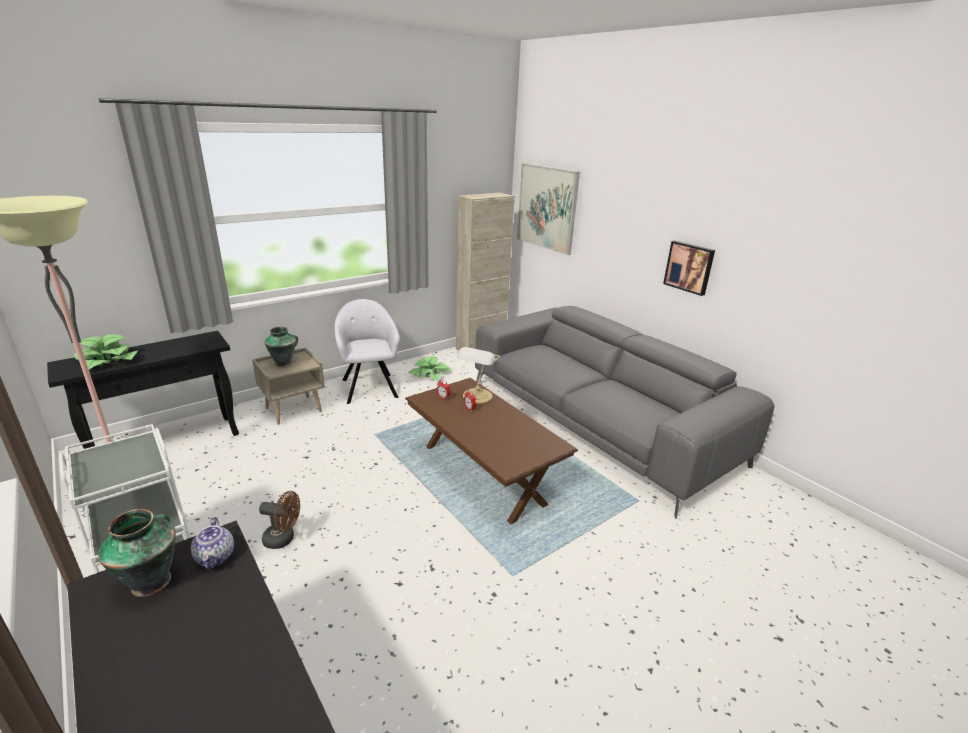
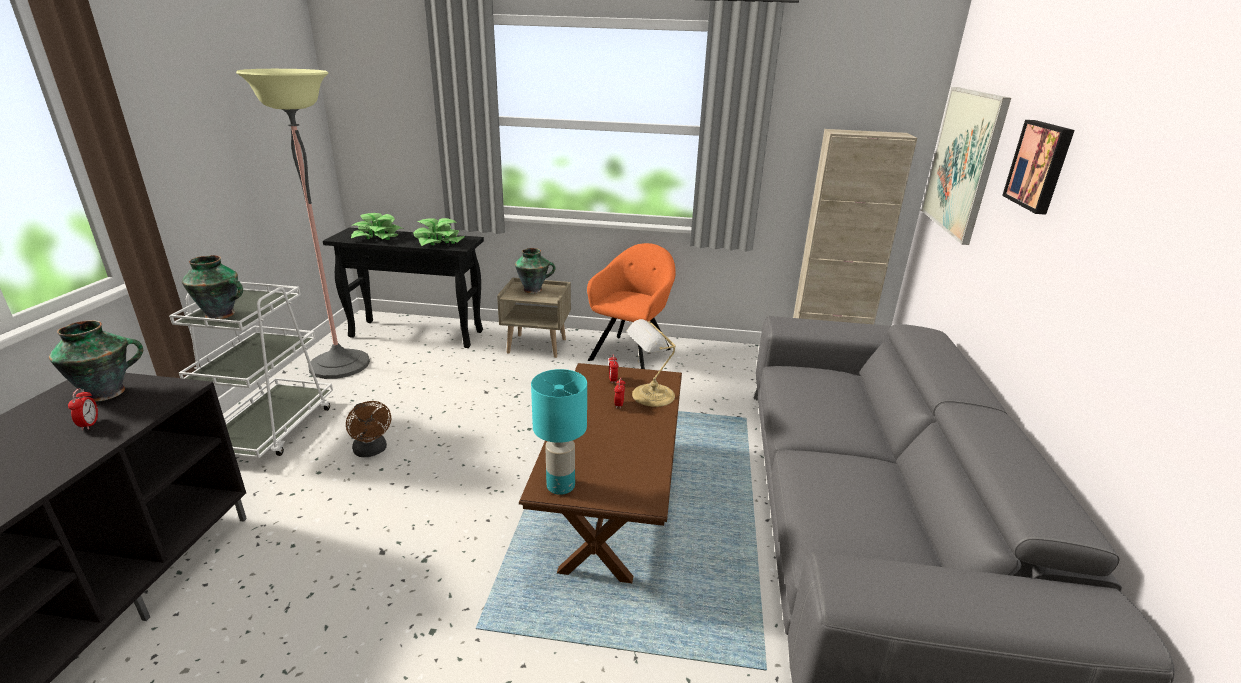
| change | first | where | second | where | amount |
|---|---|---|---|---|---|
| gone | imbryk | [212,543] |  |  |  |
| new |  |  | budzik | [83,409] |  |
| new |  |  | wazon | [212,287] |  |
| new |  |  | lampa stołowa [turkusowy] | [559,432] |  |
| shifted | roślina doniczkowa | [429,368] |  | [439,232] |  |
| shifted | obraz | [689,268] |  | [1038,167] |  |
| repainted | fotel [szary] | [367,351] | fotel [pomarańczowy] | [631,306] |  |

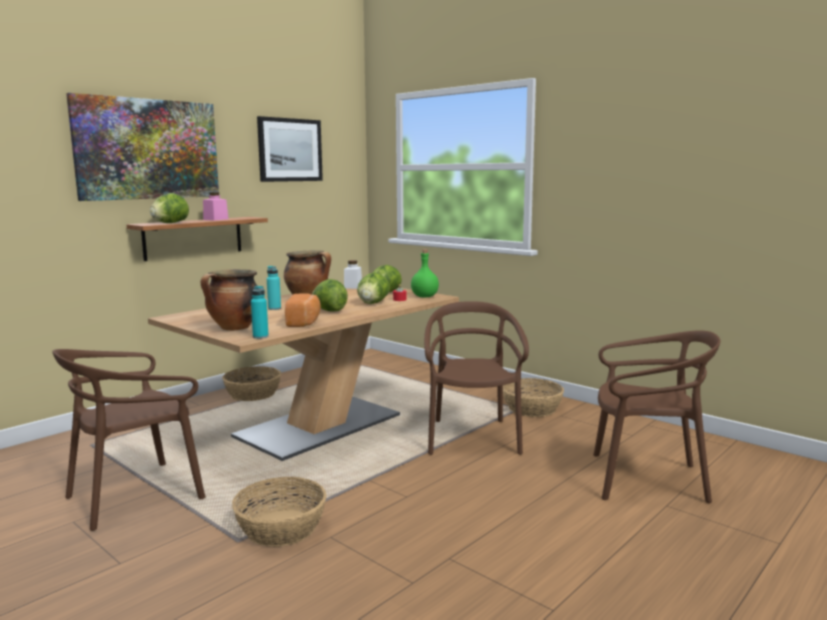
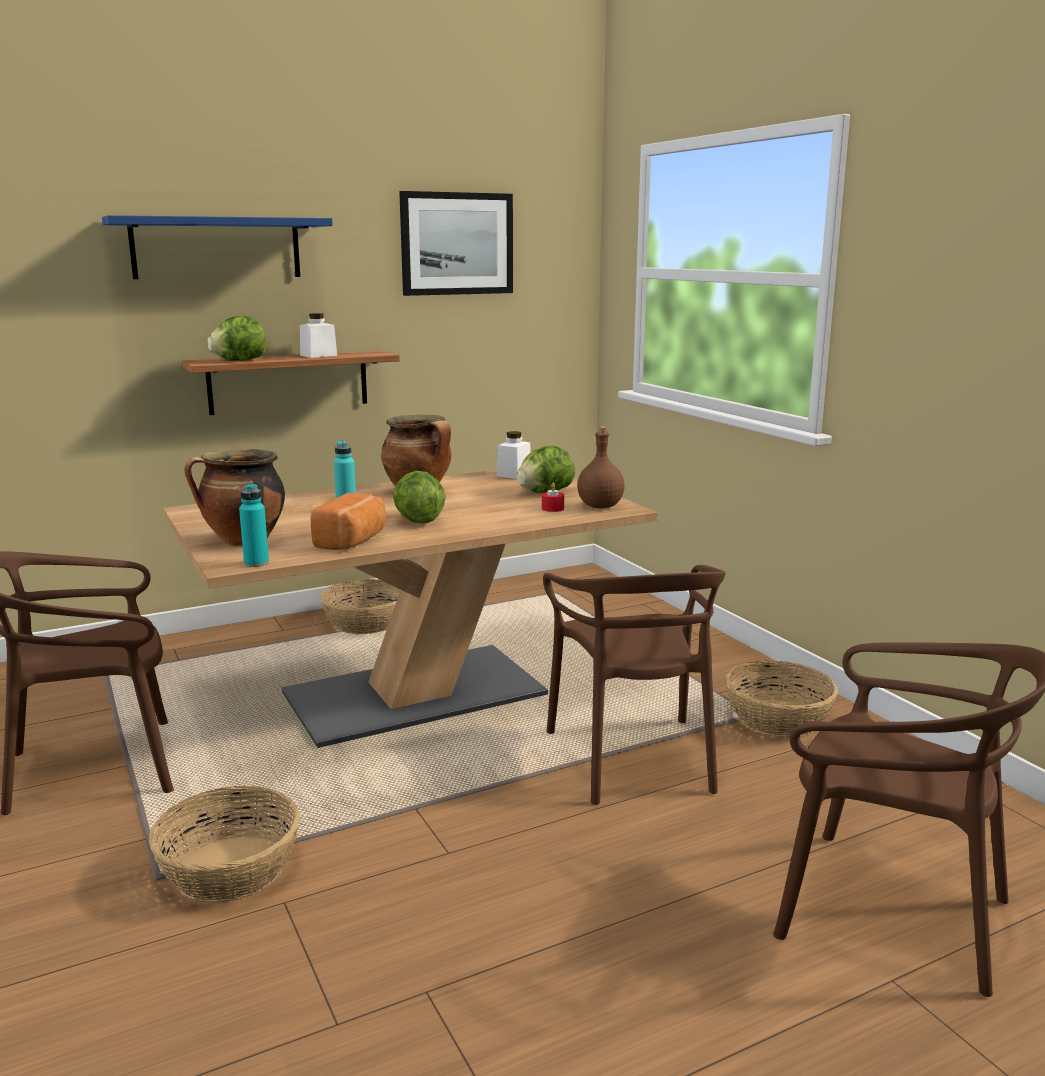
| change | first | where | second | where | amount |
|---|---|---|---|---|---|
| gone | sałata | [373,288] |  |  |  |
| swapped | obraz | [142,147] | półka [niebieski] | [217,247] |  |
| repainted | słoik [różowy] | [216,206] | słoik [biały] | [318,335] |  |
| repainted | butelka [zielony] | [425,273] | butelka [brązowy] | [601,467] |  |
| rotated | krzesło [brązowy] | [476,378] |  | [634,685] | 150 degrees clockwise |

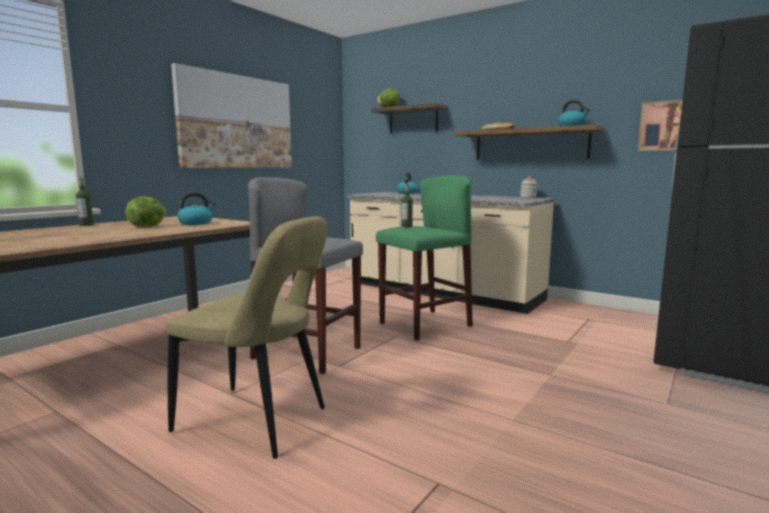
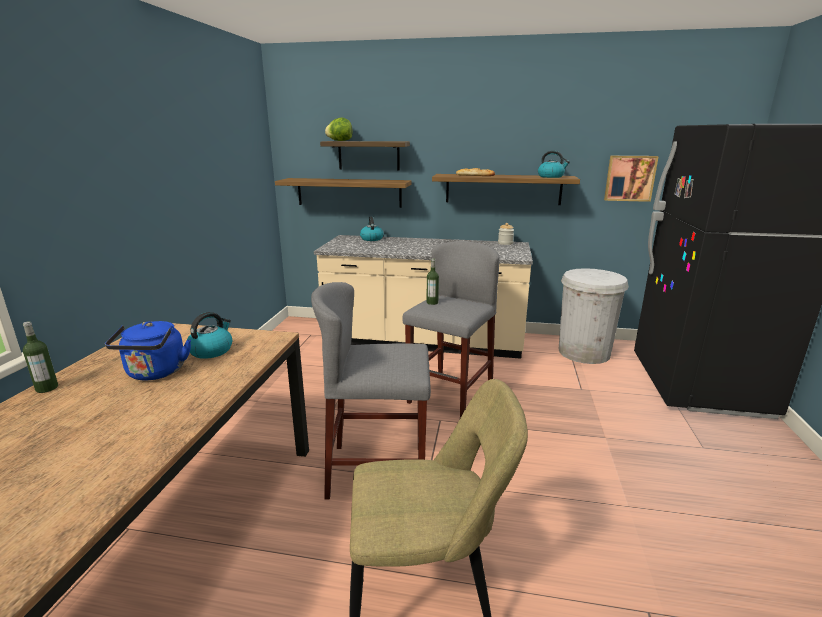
| change | first | where | second | where | amount |
|---|---|---|---|---|---|
| gone | obraz | [231,115] |  |  |  |
| new |  |  | półka | [343,193] |  |
| new |  |  | kosz na śmieci [biały] | [594,316] |  |
| swapped | sałata | [145,211] | czajnik [niebieski] | [148,351] |  |
| repainted | stołek [zielony] | [424,257] | stołek [szary] | [451,329] |  |

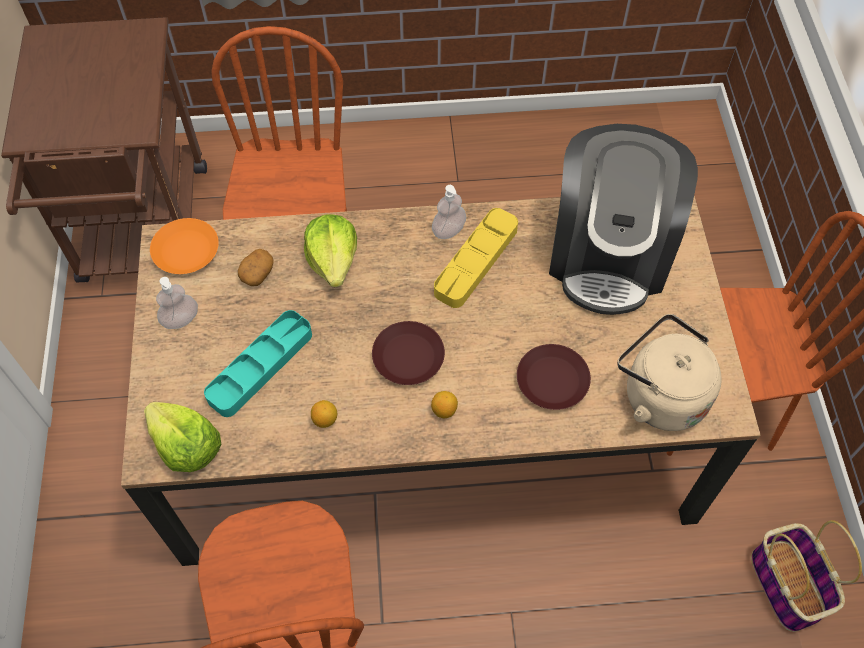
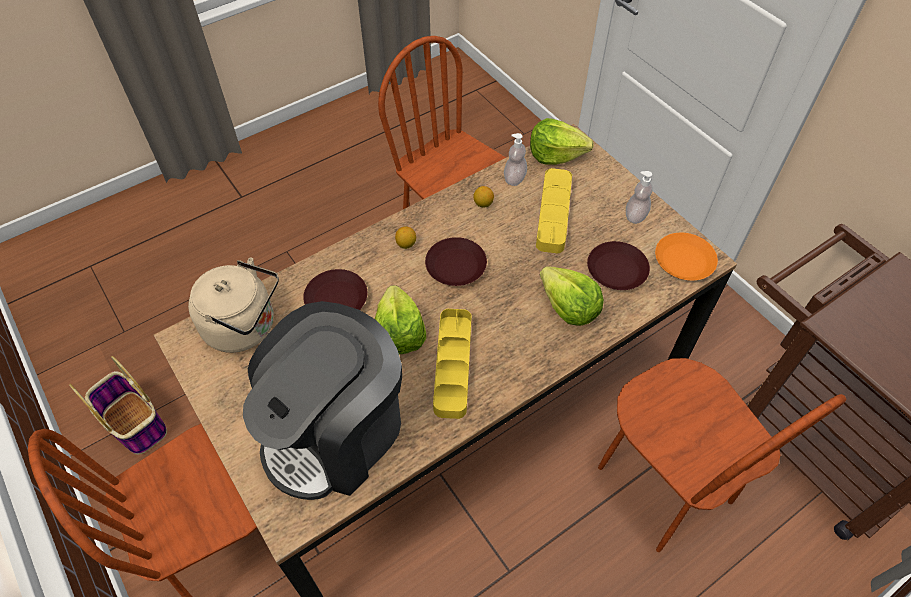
| change | first | where | second | where | amount |
|---|---|---|---|---|---|
| new |  |  | sałata | [400,319] |  |
| shifted | dozownik mydła | [449,212] |  | [515,159] |  |
| swapped | ziemniak | [256,267] | talerz [brązowy] | [618,265] |  |
| repainted | taca [turkusowy] | [258,363] | taca [żółty] | [554,210] |  |
| rotated | ekspres do kawy | [623,219] |  | [322,400] | 120 degrees counterclockwise |

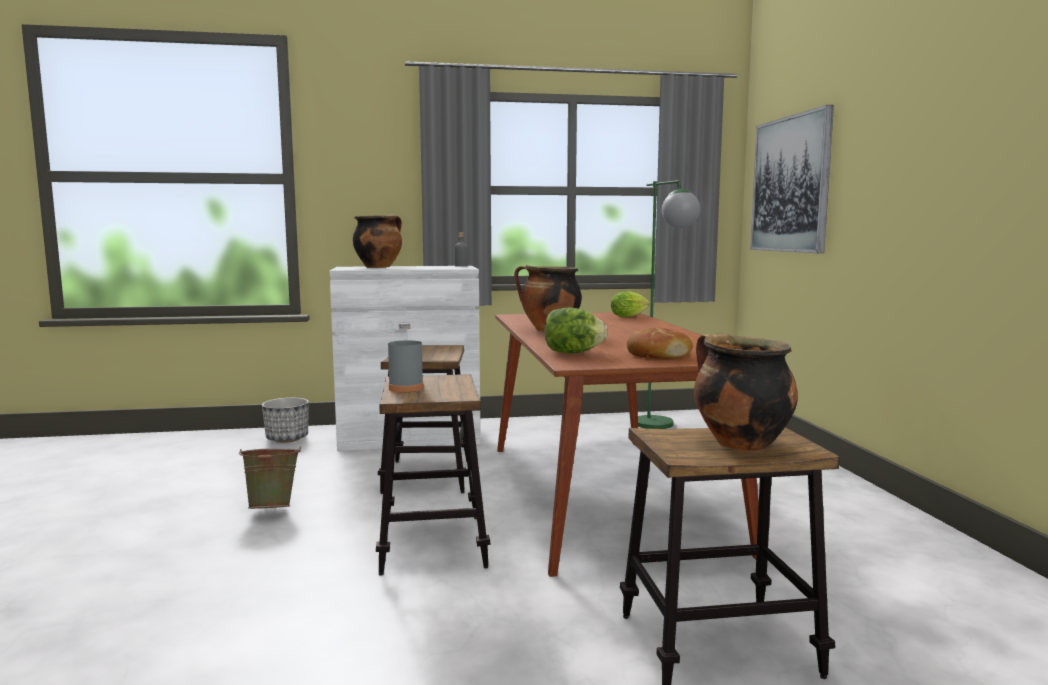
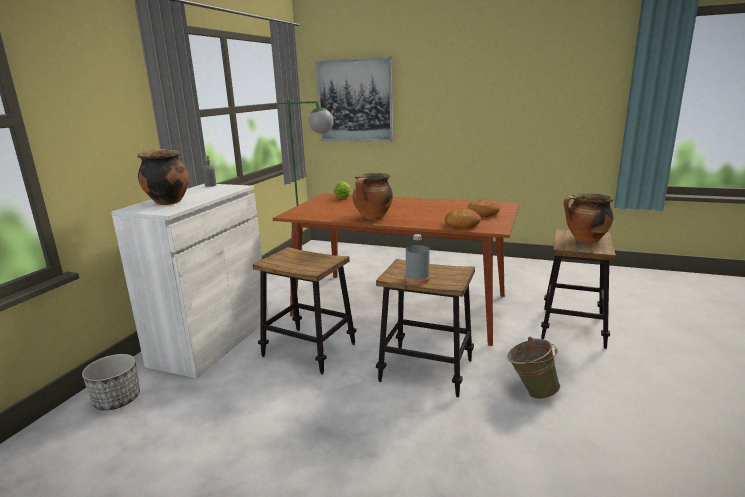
| change | first | where | second | where | amount |
|---|---|---|---|---|---|
| shifted | wiadro [zielony] | [269,477] |  | [533,368] |  |
| swapped | sałata | [576,330] | chleb | [463,219] |  |

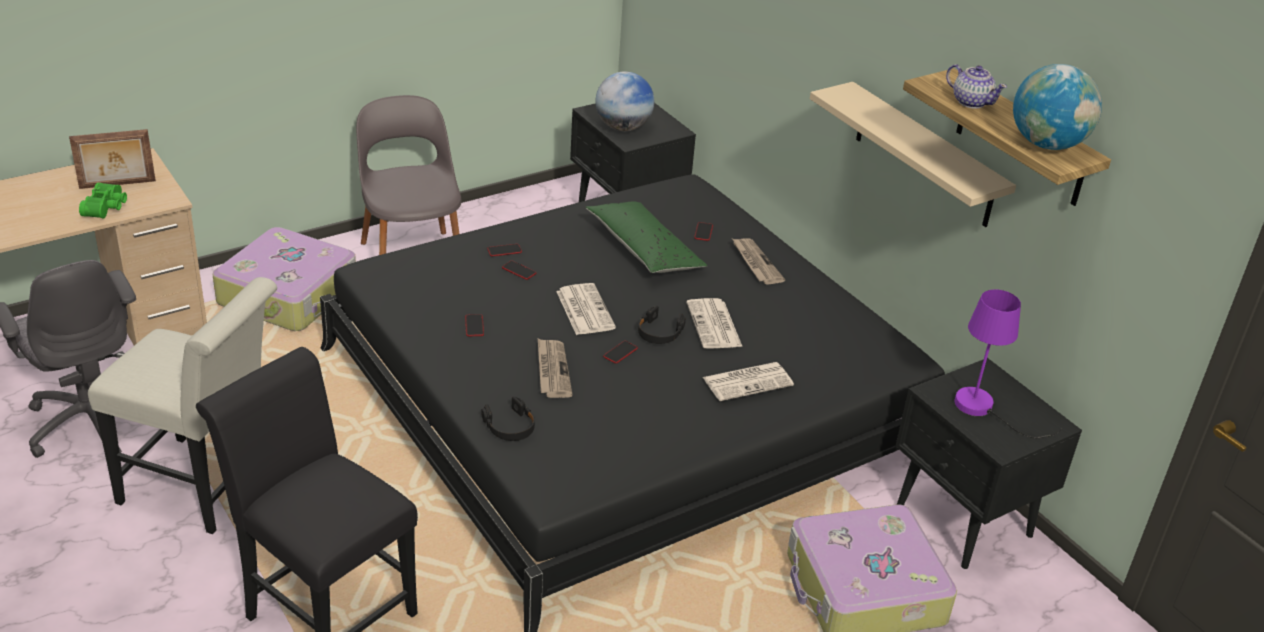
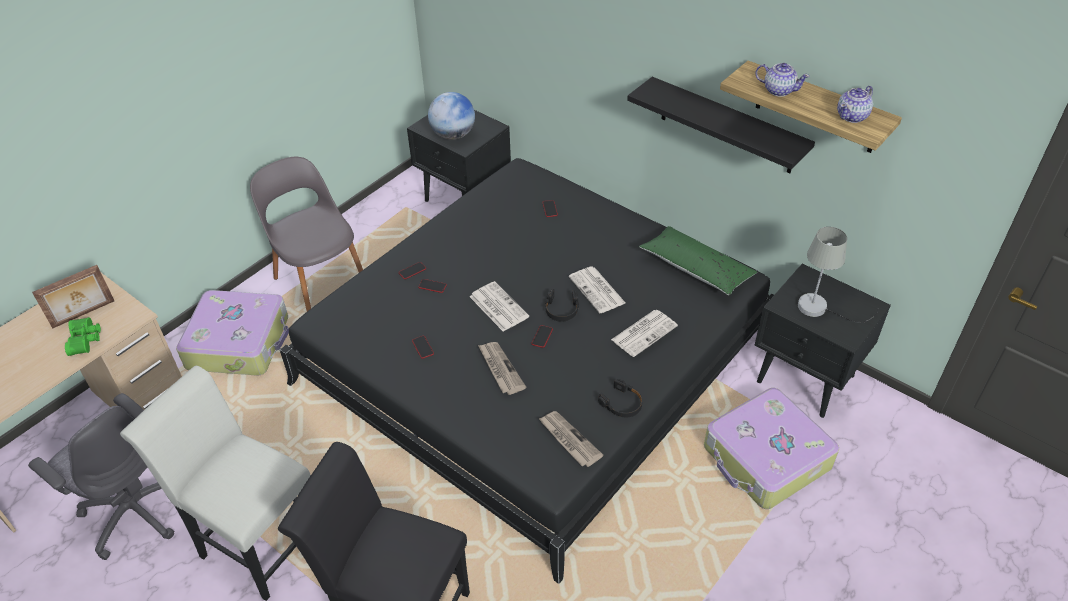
| change | first | where | second | where | amount |
|---|---|---|---|---|---|
| shifted | słuchawki [czarny] | [508,418] |  | [620,398] |  |
| shifted | poduszka [zielony] | [646,237] |  | [698,260] |  |
| shifted | gazeta | [758,261] |  | [570,439] |  |
| swapped | globus | [1057,107] | imbryk | [855,104] |  |
| repainted | półka [beżowy] | [913,154] | półka [czarny] | [721,125] |  |
| repainted | lampa stołowa [fioletowy] | [1008,363] | lampa stołowa [szary] | [838,275] |  |
| rotated | krzesło [biały] | [182,405] |  | [215,483] | 150 degrees counterclockwise |

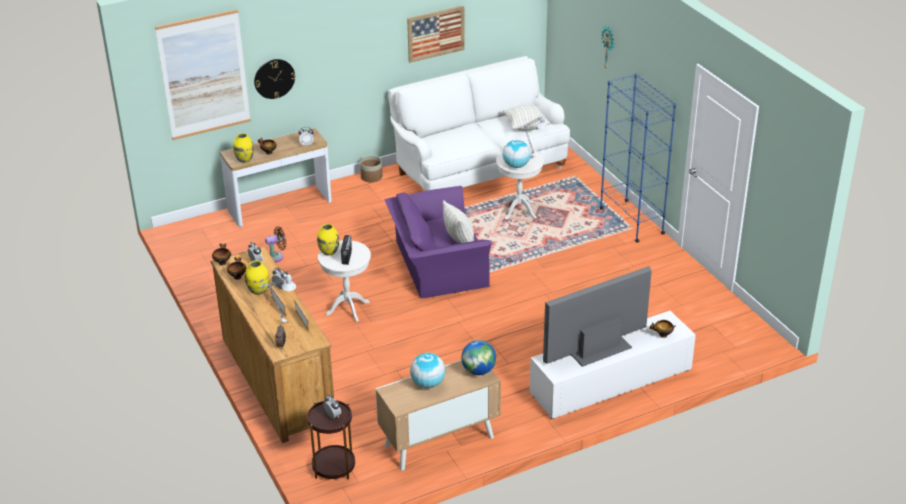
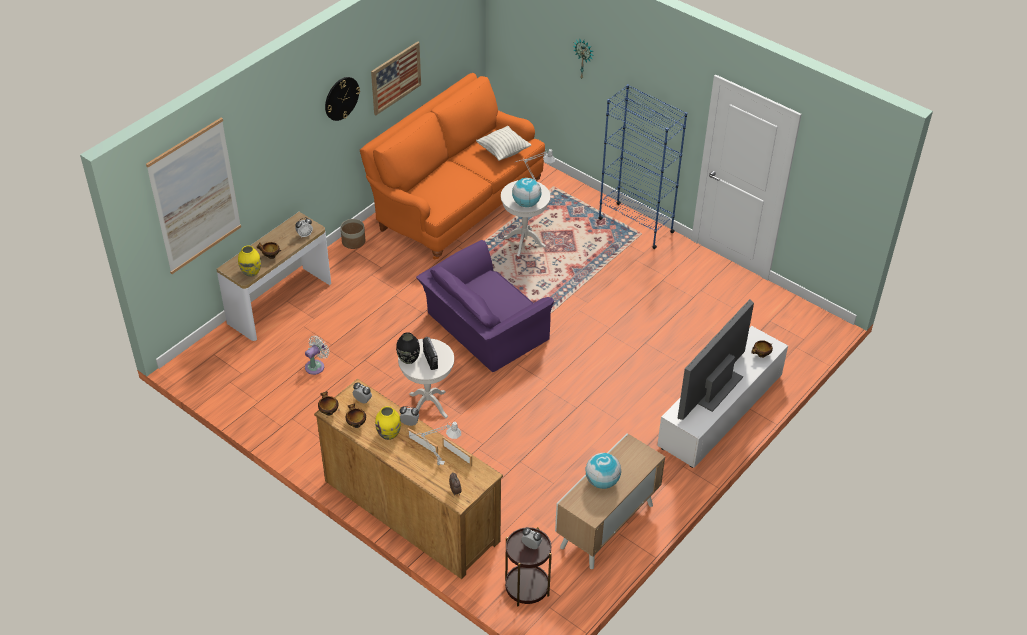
| change | first | where | second | where | amount |
|---|---|---|---|---|---|
| gone | poduszka | [458,221] |  |  |  |
| gone | globus | [478,357] |  |  |  |
| shifted | zegar ścienny | [274,79] |  | [342,99] |  |
| repainted | wentylator [brązowy] | [276,244] | wentylator [biały] | [317,355] |  |
| repainted | wazon [żółty] | [328,240] | wazon [czarny] | [408,348] |  |
| repainted | kanapa [biały] | [479,123] | kanapa [pomarańczowy] | [452,166] |  |

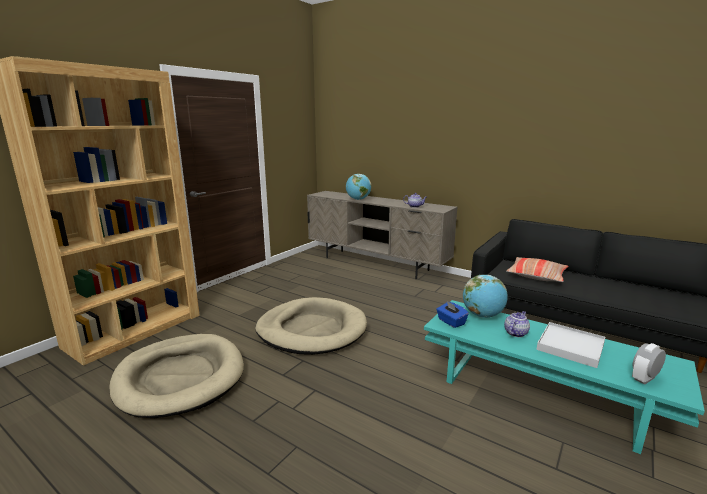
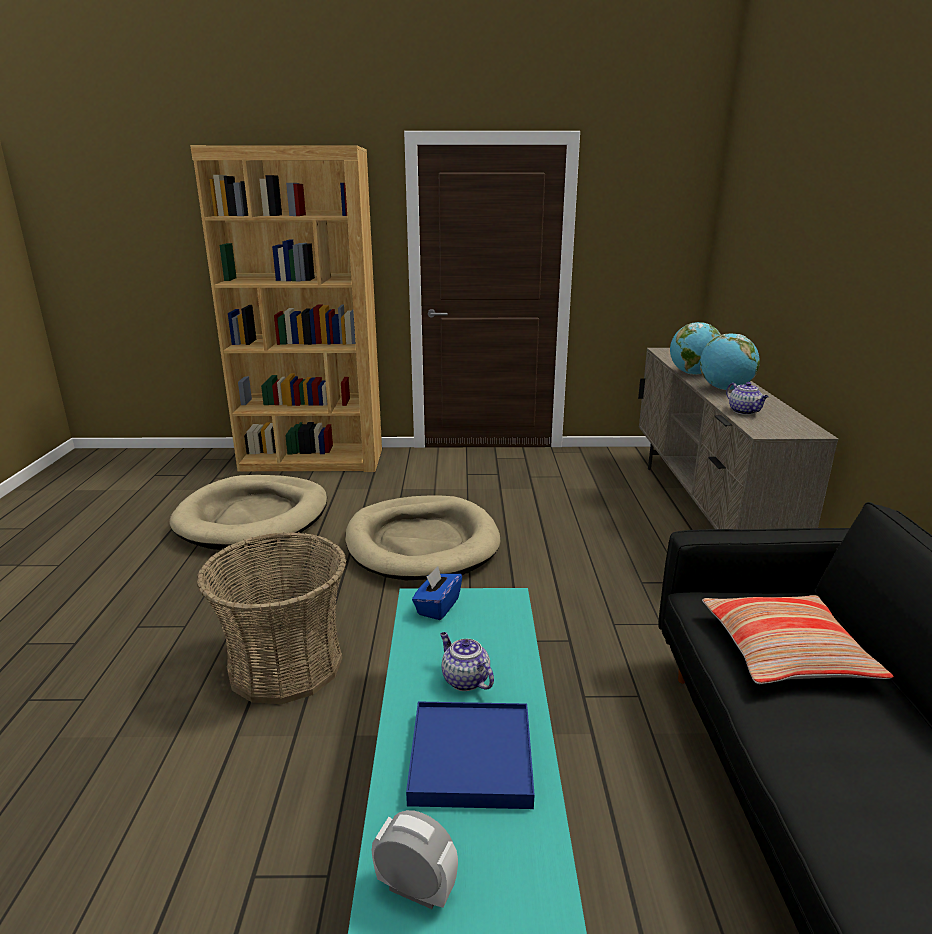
| change | first | where | second | where | amount |
|---|---|---|---|---|---|
| new |  |  | koszyk | [271,618] |  |
| shifted | globus | [485,296] |  | [730,361] |  |
| repainted | taca [biały] | [570,345] | taca [niebieski] | [470,755] |  |
| rotated | imbryk | [517,324] |  | [467,661] | 135 degrees counterclockwise |

